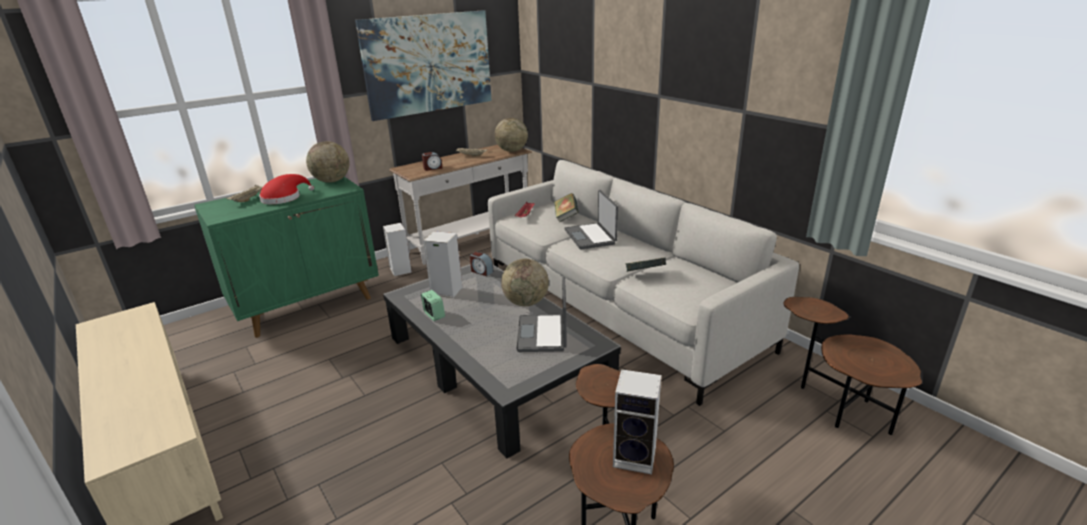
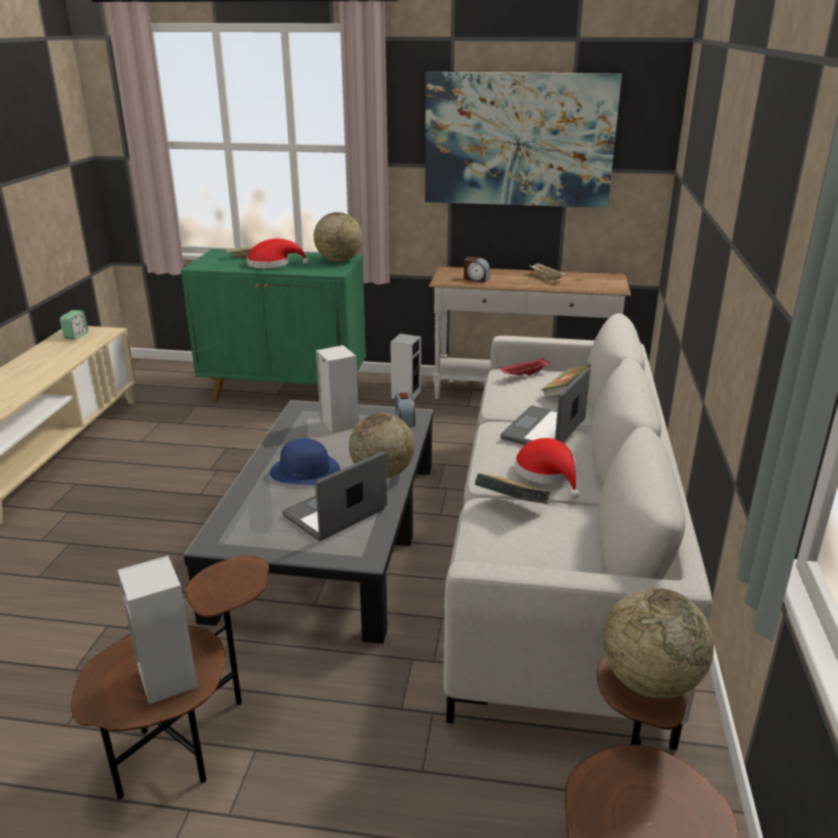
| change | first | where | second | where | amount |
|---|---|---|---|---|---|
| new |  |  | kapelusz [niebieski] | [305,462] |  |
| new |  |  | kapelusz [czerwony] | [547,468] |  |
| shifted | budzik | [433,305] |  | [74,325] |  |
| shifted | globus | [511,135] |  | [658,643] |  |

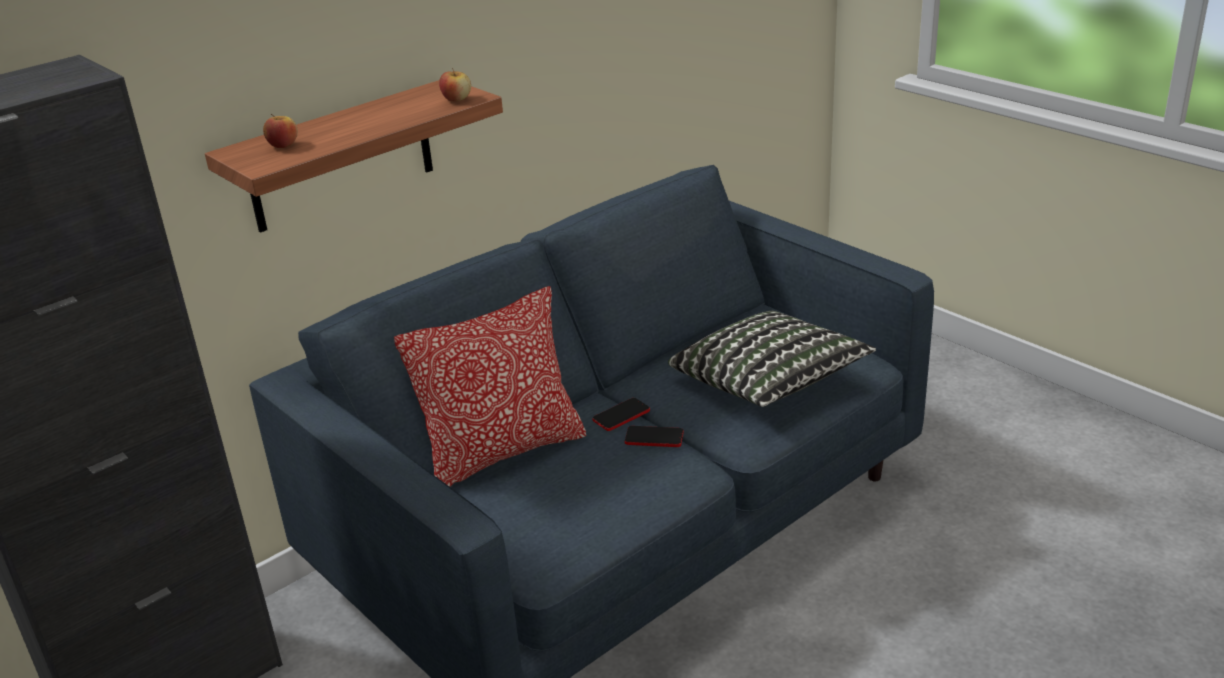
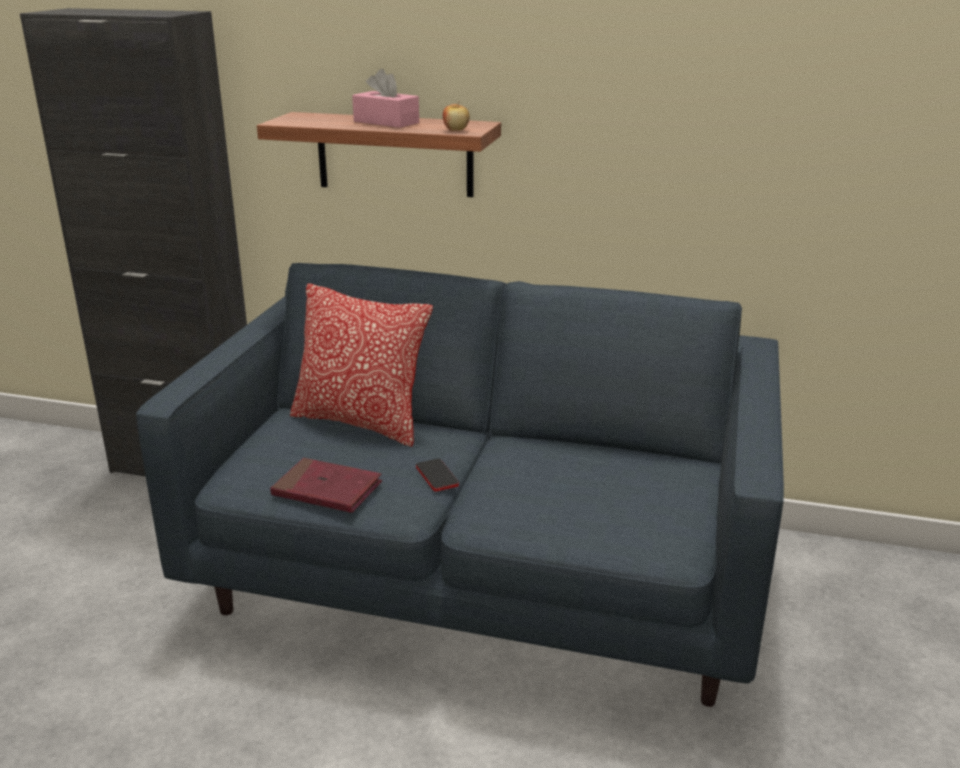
| change | first | where | second | where | amount |
|---|---|---|---|---|---|
| gone | jabłko | [280,131] |  |  |  |
| gone | telefon | [621,414] |  |  |  |
| gone | poduszka | [772,359] |  |  |  |
| new |  |  | książka [czerwony] | [326,485] |  |
| new |  |  | pudełko chusteczek [różowy] | [385,98] |  |

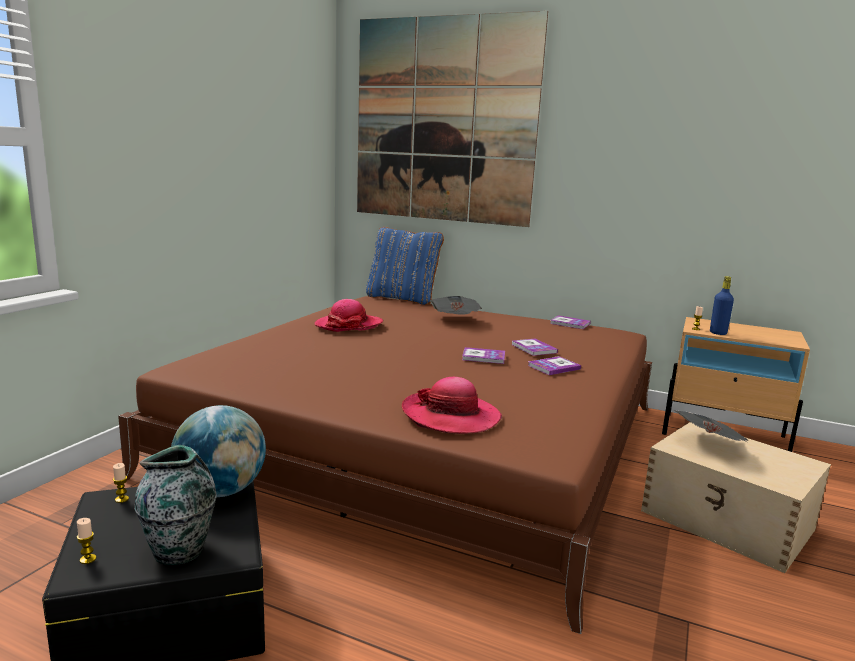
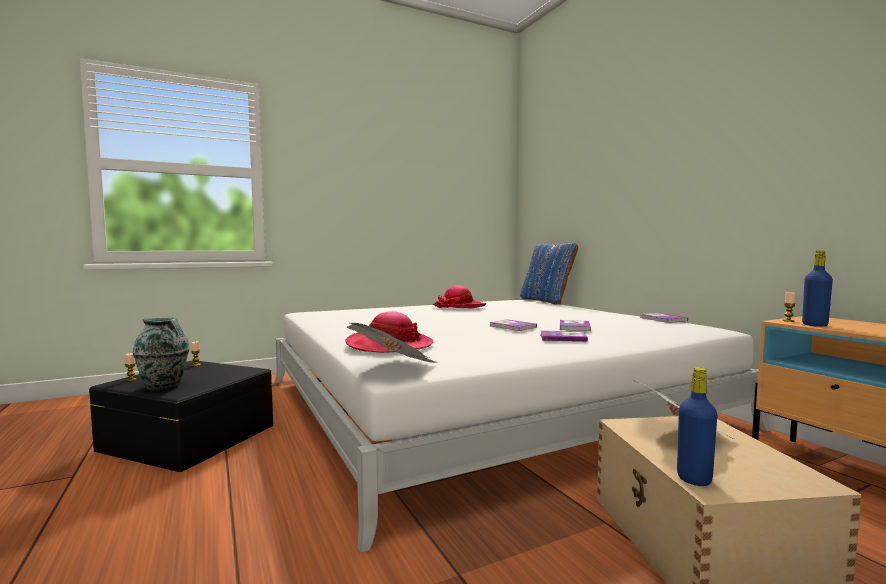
| change | first | where | second | where | amount |
|---|---|---|---|---|---|
| gone | globus | [218,451] |  |  |  |
| gone | obraz | [452,119] |  |  |  |
| new |  |  | butelka [niebieski] | [697,426] |  |
| shifted | gazeta | [456,305] |  | [391,343] |  |
| repainted | łóżko [brązowy] | [385,465] | łóżko [biały] | [523,426] |  |

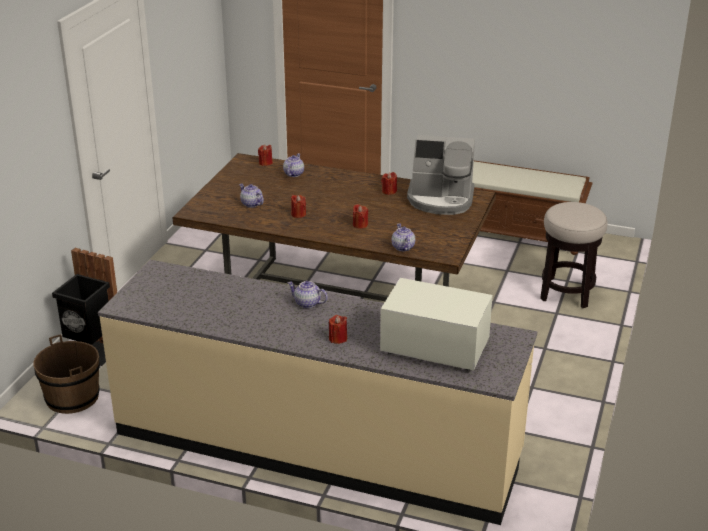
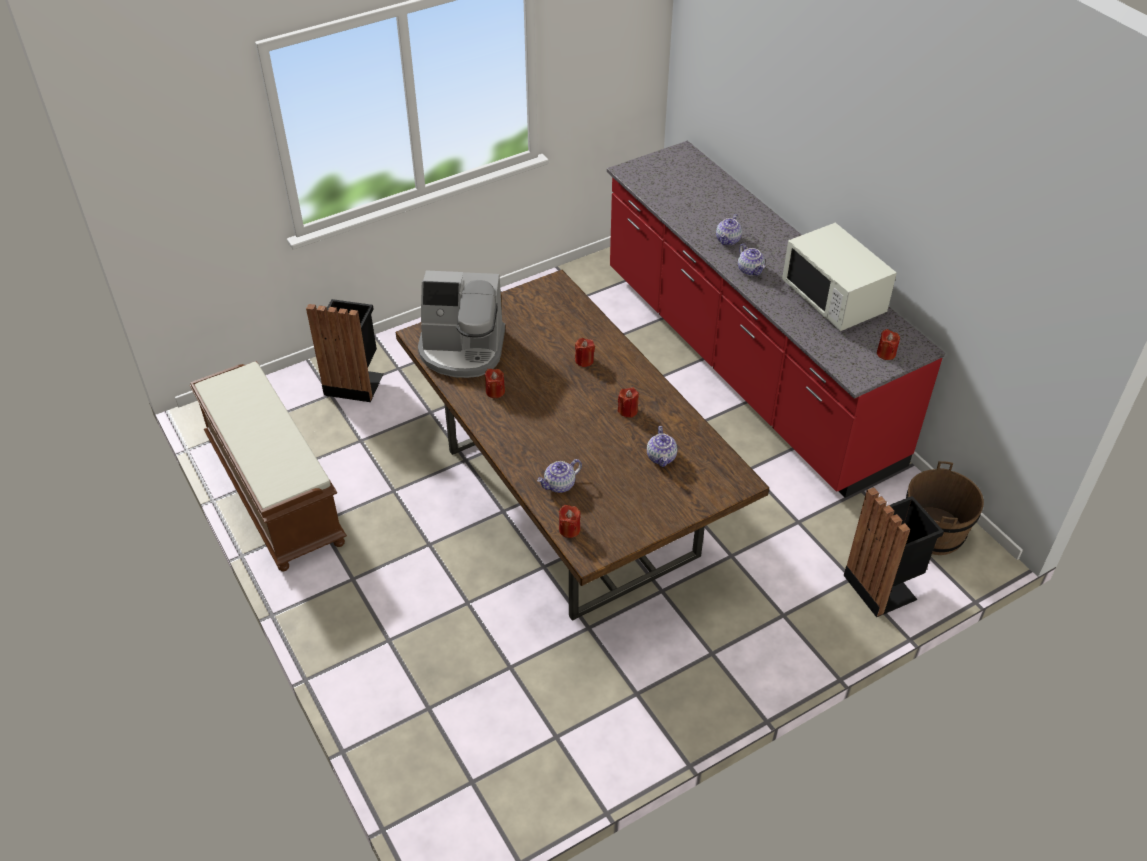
| change | first | where | second | where | amount |
|---|---|---|---|---|---|
| shifted | świeca [czerwony] | [338,329] |  | [888,344] |  |
| shifted | mikrofalówka [biały] | [436,324] |  | [839,277] |  |
| shifted | imbryk | [403,237] |  | [729,229] |  |
| swapped | stołek | [574,255] | kosz na śmieci [czarny] | [345,350] |  |
| repainted | zabudowa kuchenna [beżowy] | [317,392] | zabudowa kuchenna [czerwony] | [776,319] |  |
| rotated | ekspres do kawy | [441,175] |  | [461,324] | 135 degrees clockwise |

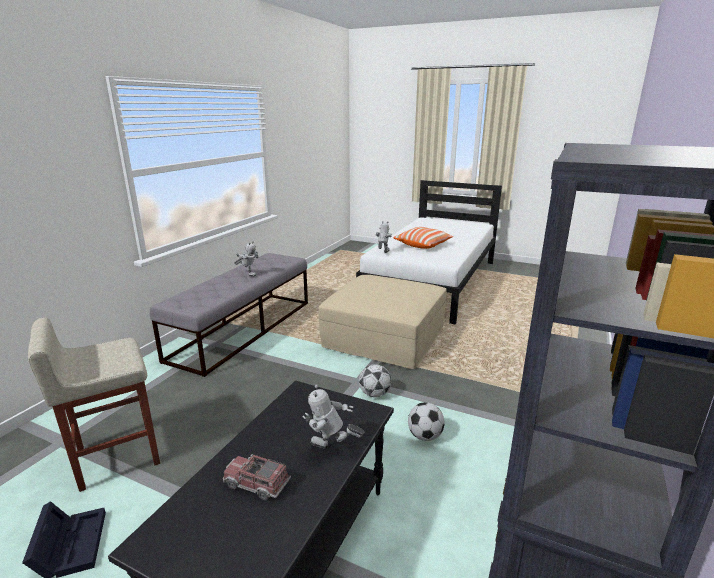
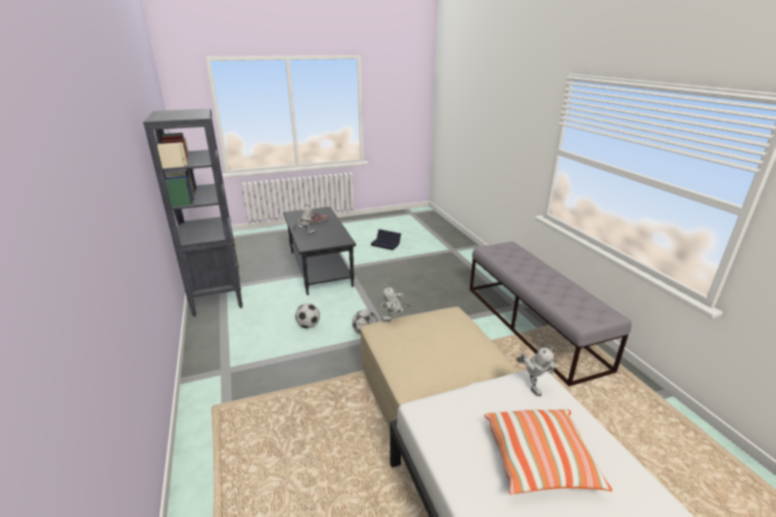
| change | first | where | second | where | amount |
|---|---|---|---|---|---|
| gone | stołek [beżowy] | [94,405] |  |  |  |
| shifted | robot zabawkowy | [246,259] |  | [395,303] |  |

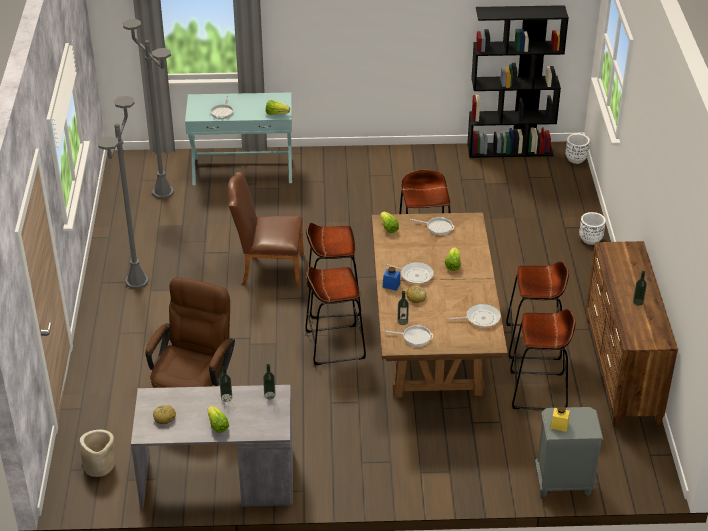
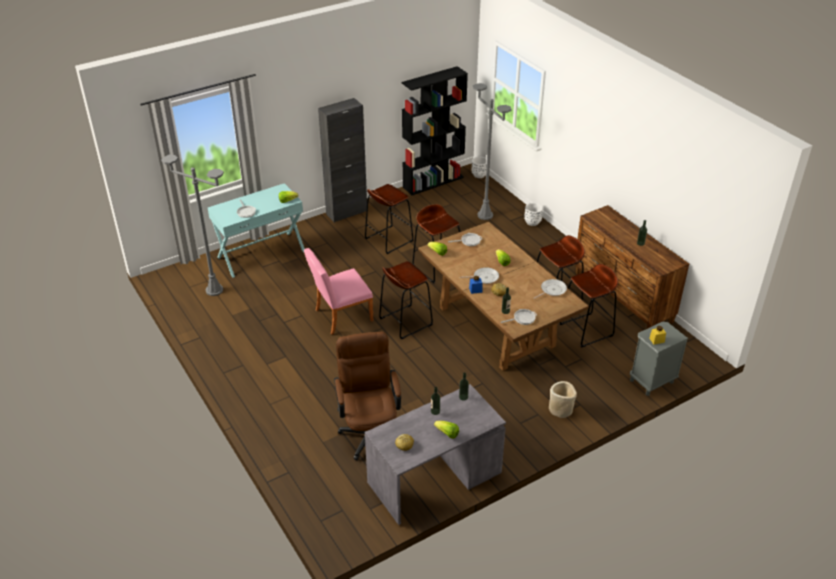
| change | first | where | second | where | amount |
|---|---|---|---|---|---|
| new |  |  | szafka [czarny] | [342,160] |  |
| shifted | donica [beżowy] | [97,453] |  | [563,399] |  |
| shifted | lampa stojąca [szary] | [123,192] |  | [492,151] |  |
| shifted | stołek [brązowy] | [335,316] |  | [389,219] |  |
| repainted | krzesło [brązowy] | [266,229] | krzesło [różowy] | [338,291] |  |

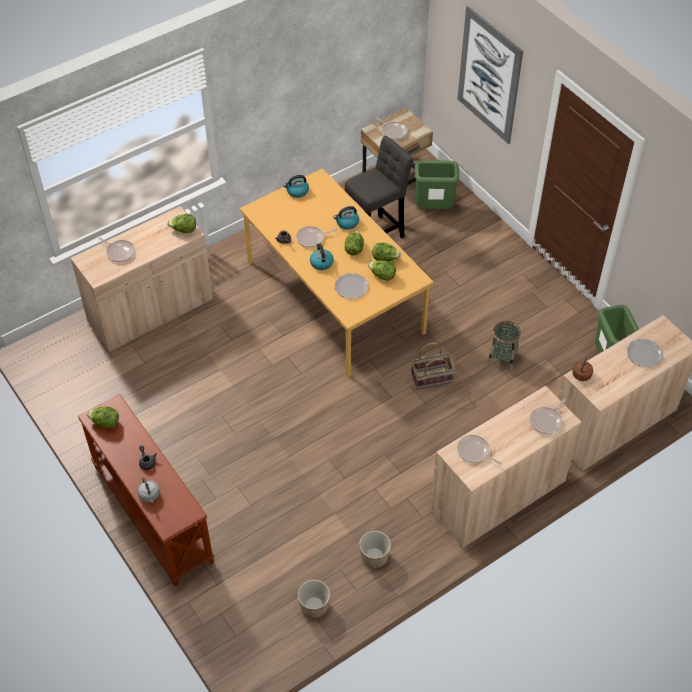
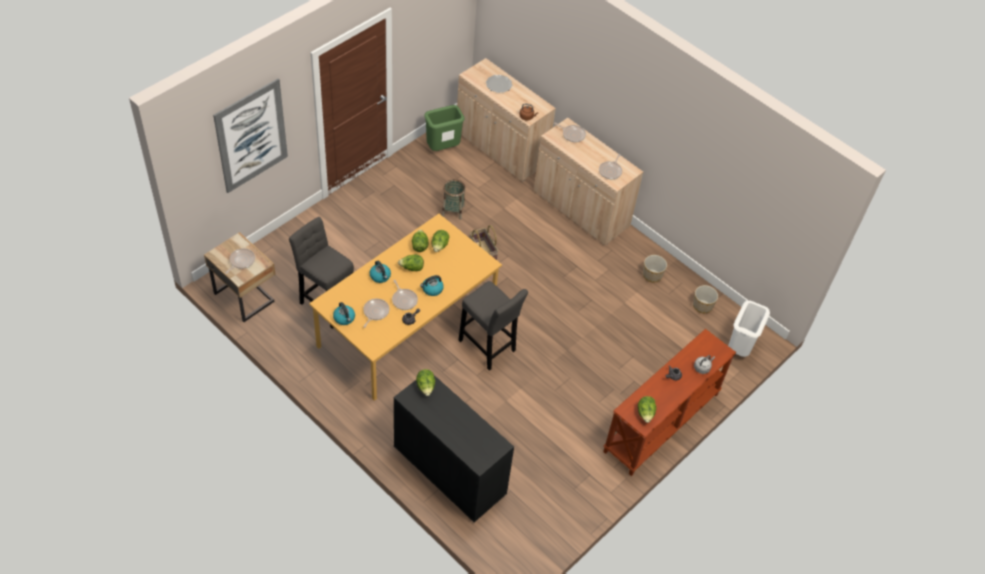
| change | first | where | second | where | amount |
|---|---|---|---|---|---|
| gone | talerz | [351,286] |  |  |  |
| gone | kosz na śmieci [zielony] | [437,184] |  |  |  |
| new |  |  | stołek [szary] | [493,326] |  |
| new |  |  | kosz na śmieci [biały] | [749,328] |  |
| shifted | patelnia | [116,249] |  | [376,313] |  |
| repainted | szafka [beżowy] | [141,279] | szafka [czarny] | [454,448] |  |

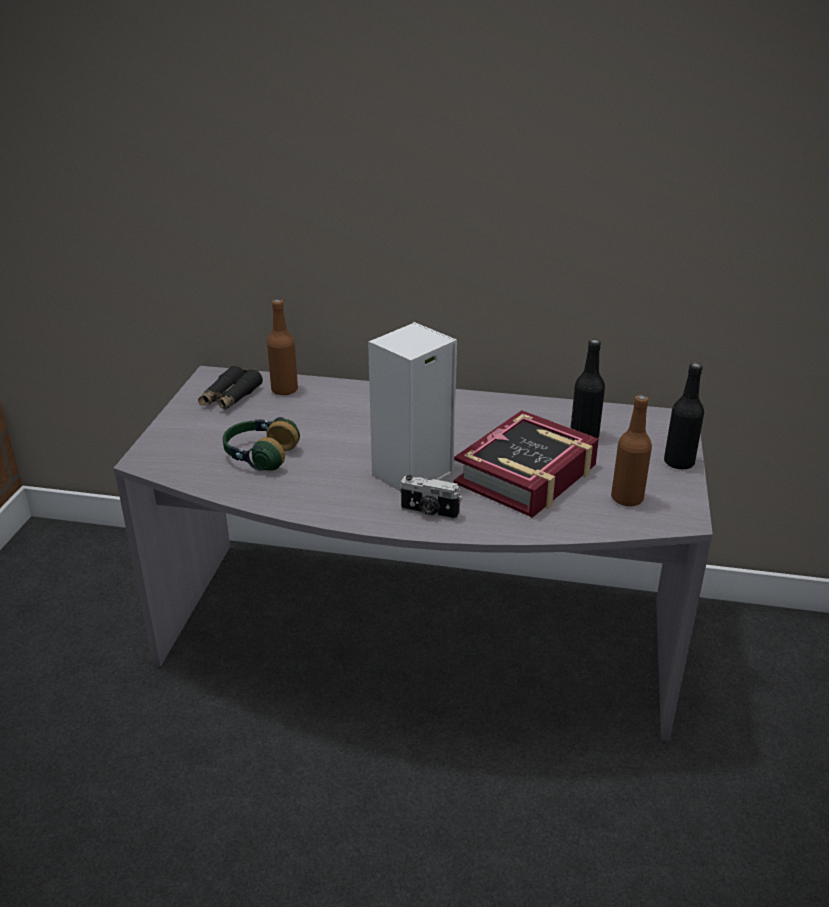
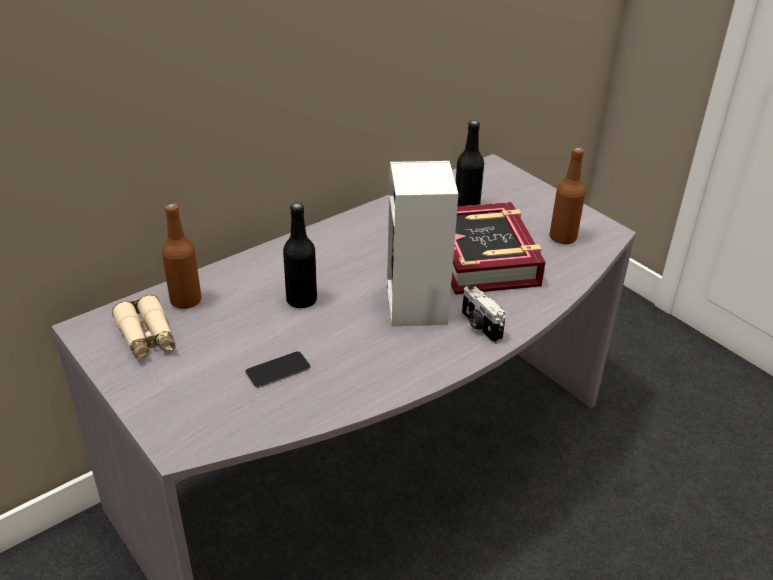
| change | first | where | second | where | amount |
|---|---|---|---|---|---|
| shifted | butelka [czarny] | [684,416] |  | [300,256] |  |
| swapped | słuchawki | [261,444] | telefon | [277,369] |  |
| repainted | lornetka [czarny] | [230,387] | lornetka [beżowy] | [144,328] |  |
| rotated | aparat fotograficzny | [431,497] |  | [484,314] | 90 degrees clockwise |

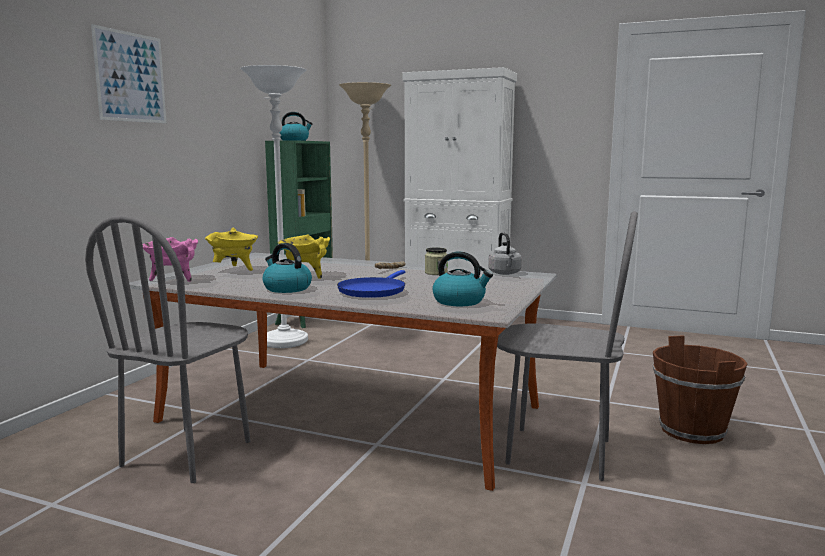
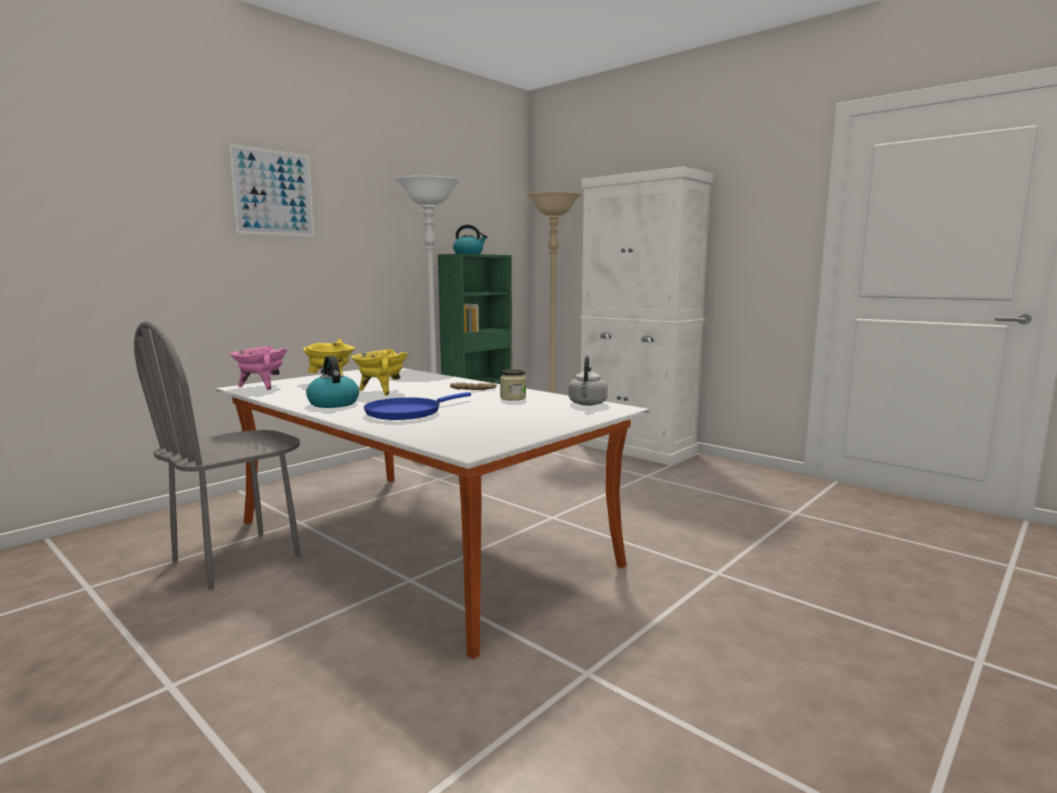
| change | first | where | second | where | amount |
|---|---|---|---|---|---|
| gone | czajnik | [462,279] |  |  |  |
| gone | krzesło [szary] | [567,346] |  |  |  |
| gone | wiadro [brązowy] | [700,389] |  |  |  |

